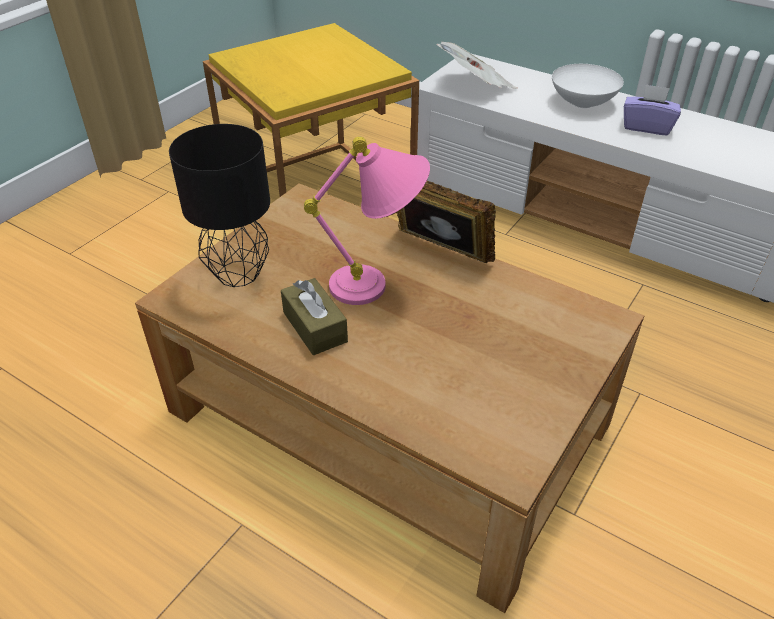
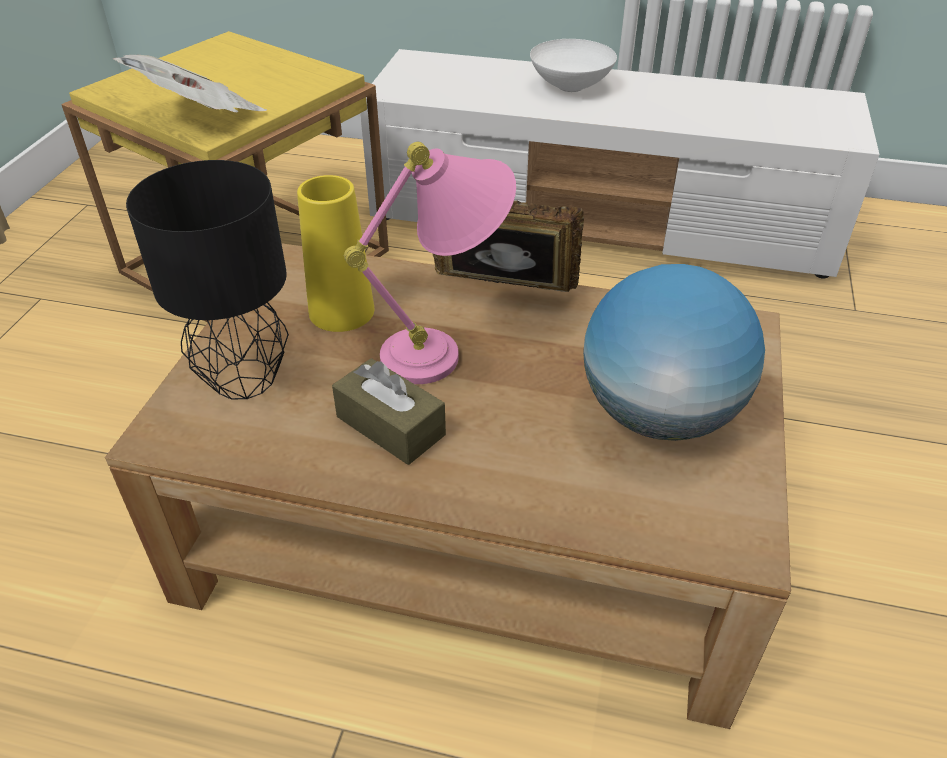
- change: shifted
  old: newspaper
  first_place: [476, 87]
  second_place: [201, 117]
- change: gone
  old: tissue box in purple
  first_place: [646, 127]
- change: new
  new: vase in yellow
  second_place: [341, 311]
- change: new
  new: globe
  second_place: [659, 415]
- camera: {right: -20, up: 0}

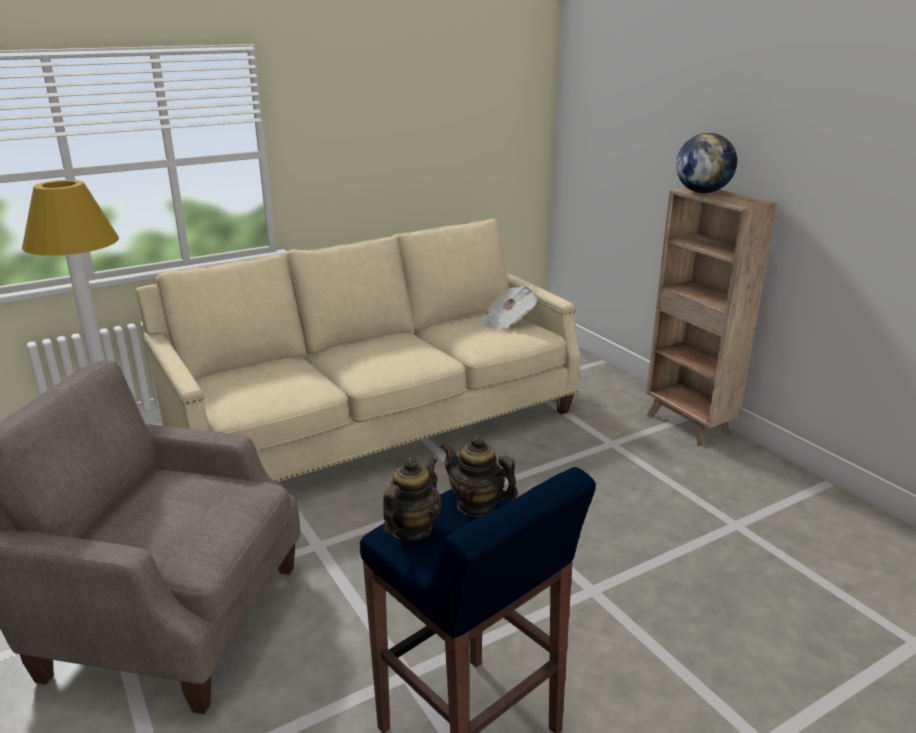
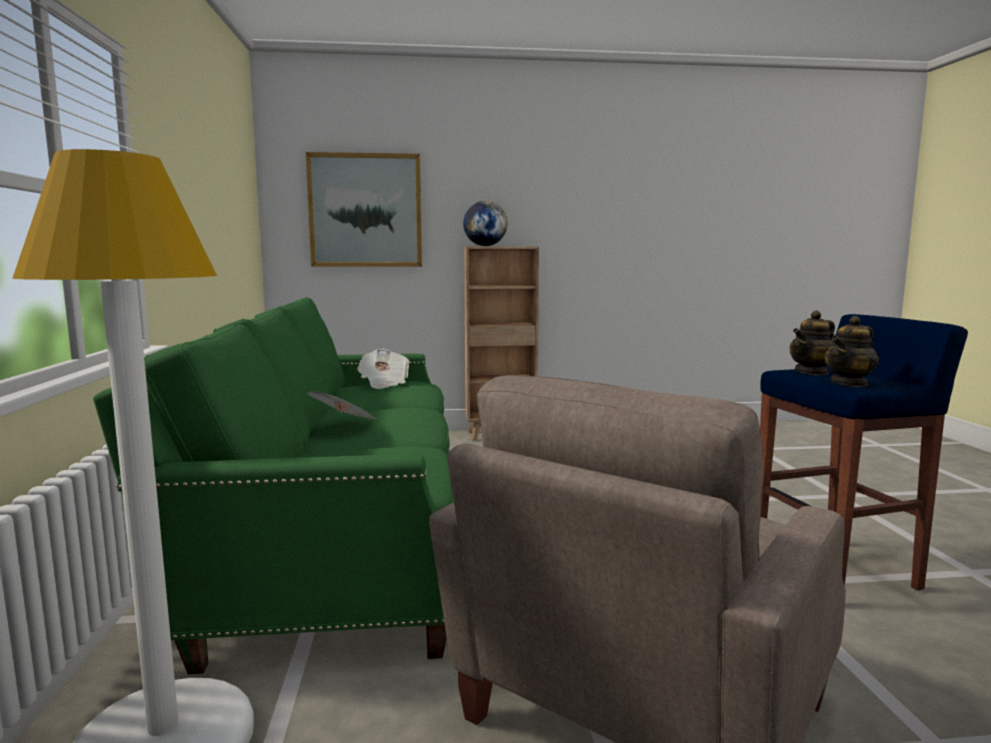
- change: repainted
  old: sofa in beige
  new: sofa in green
  first_place: [376, 425]
  second_place: [340, 528]
- change: rotated
  old: teapot
  first_place: [411, 529]
  second_place: [849, 383]
  degrees: -90
- change: new
  new: picture
  second_place: [365, 211]
- change: new
  new: newspaper
  second_place: [344, 425]
- camera: {right: -65, up: -15}

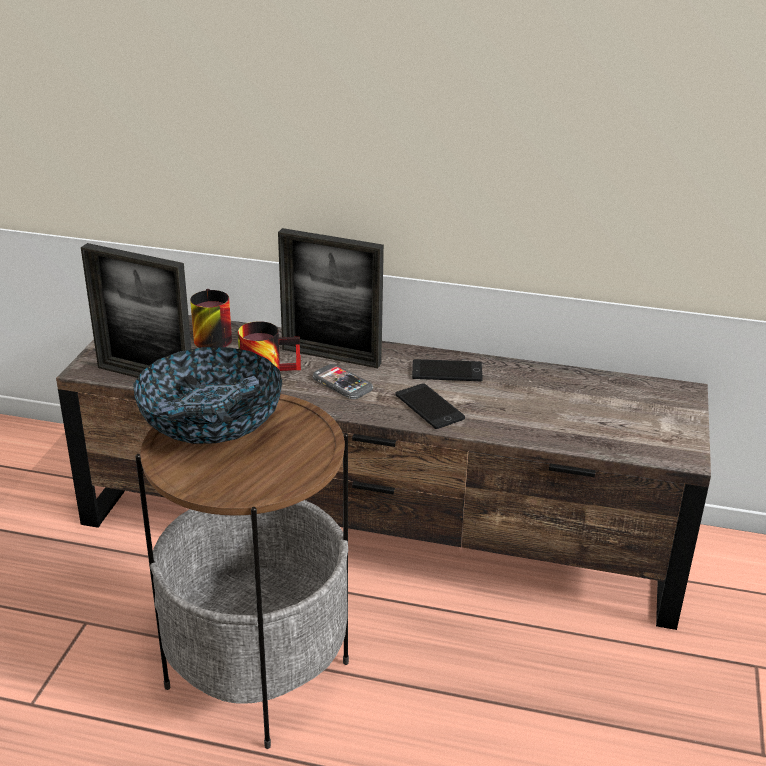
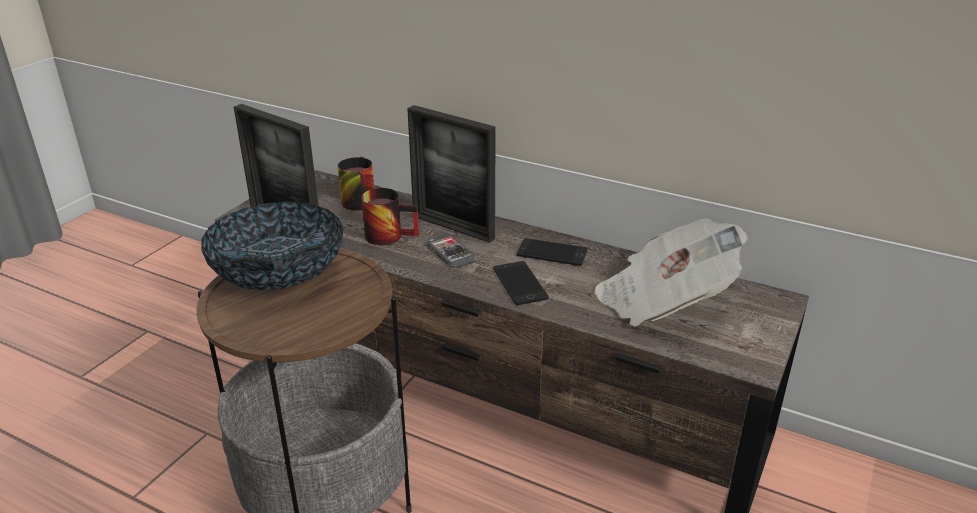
- change: new
  new: newspaper
  second_place: [663, 301]
- camera: {right: 15, up: 0}

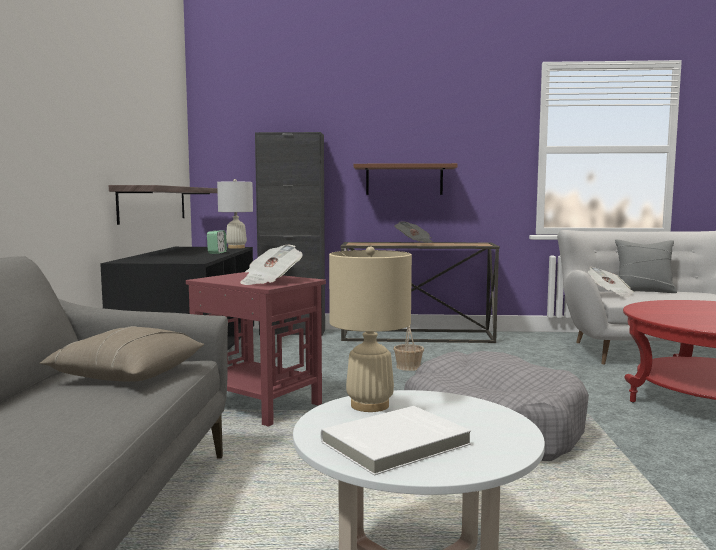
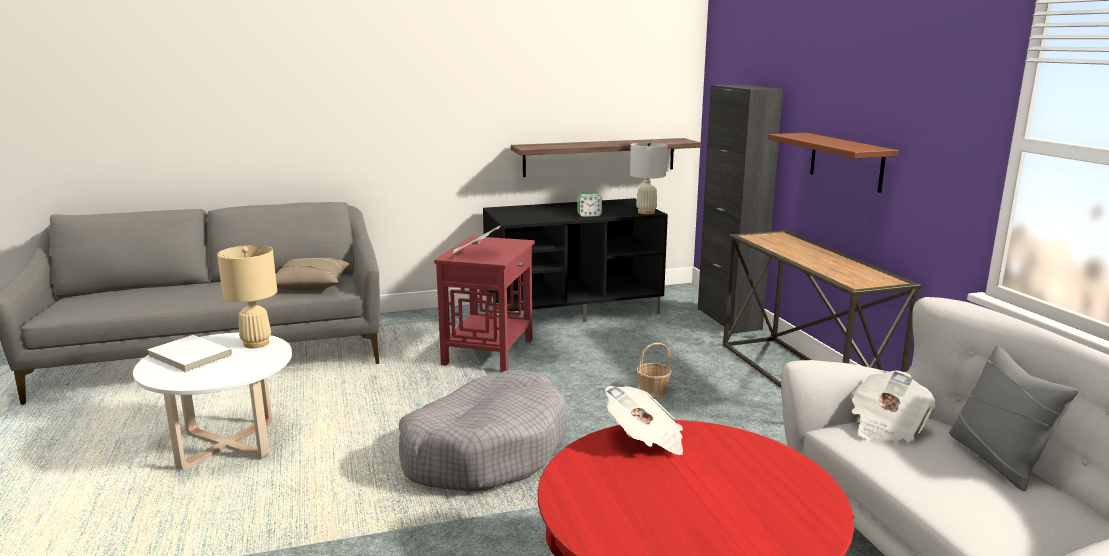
- change: shifted
  old: newspaper
  first_place: [415, 243]
  second_place: [645, 439]
- camera: {right: 70, up: 10}

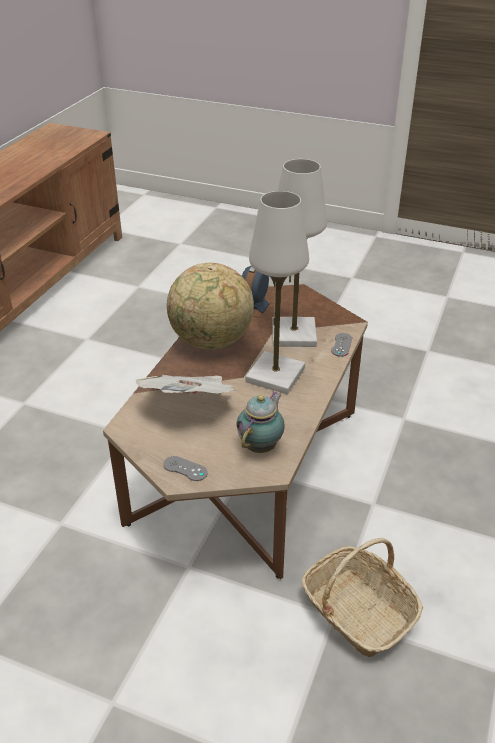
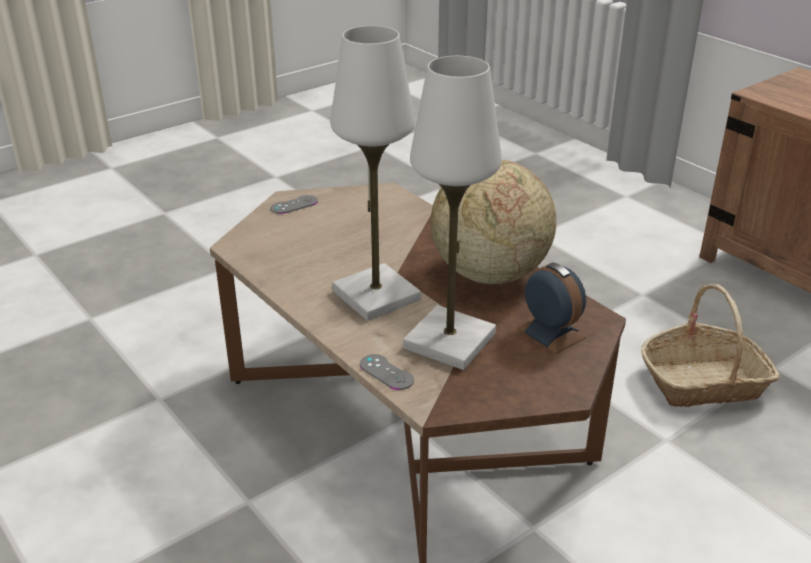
- change: gone
  old: newspaper
  first_place: [190, 404]
- change: gone
  old: teapot
  first_place: [261, 445]
- change: shifted
  old: basket
  first_place: [357, 611]
  second_place: [704, 382]
- camera: {right: 120, up: -5}

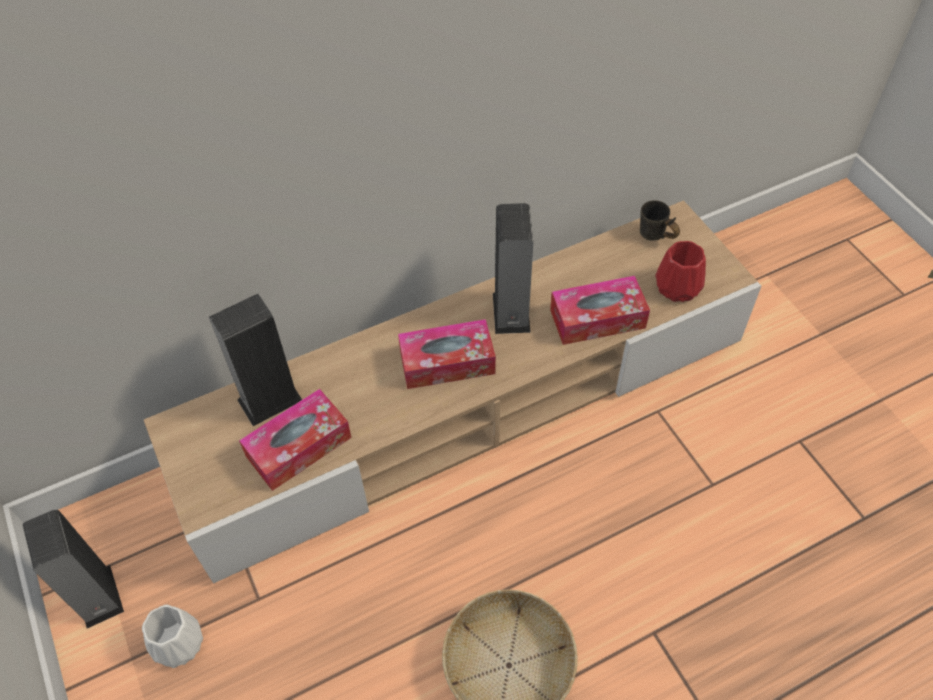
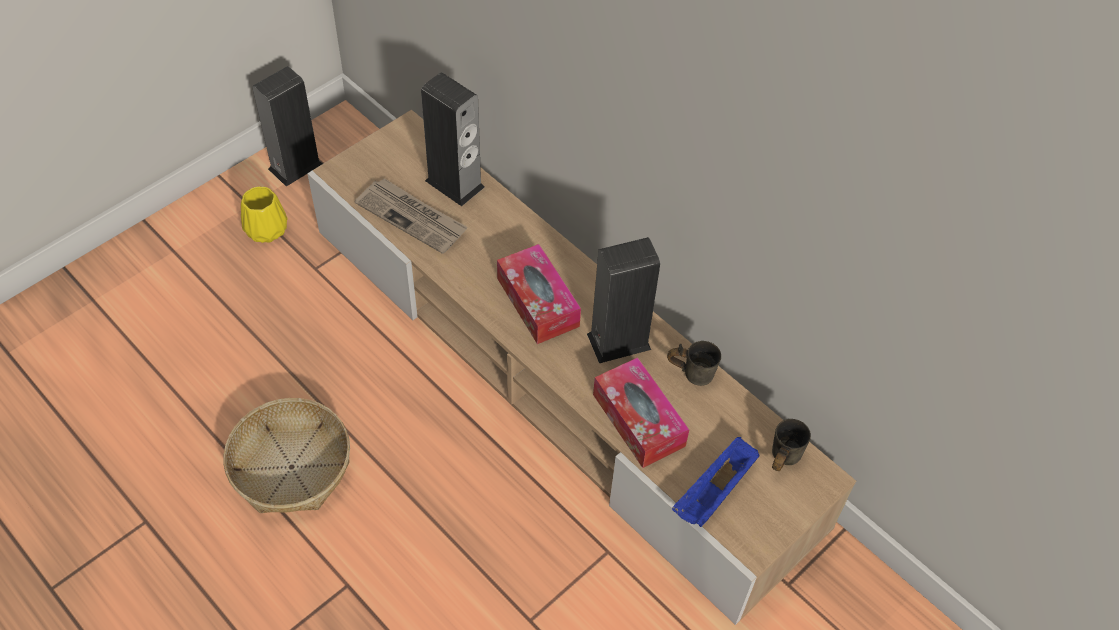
- change: swapped
  old: vase in red
  new: tray in blue
  first_place: [678, 287]
  second_place: [714, 492]
- change: swapped
  old: tissue box
  new: newspaper
  first_place: [299, 447]
  second_place: [412, 217]
- change: repainted
  old: vase in white
  new: vase in yellow
  first_place: [178, 642]
  second_place: [267, 229]
- change: new
  new: mug in grey
  second_place: [692, 371]
- camera: {right: 70, up: 0}

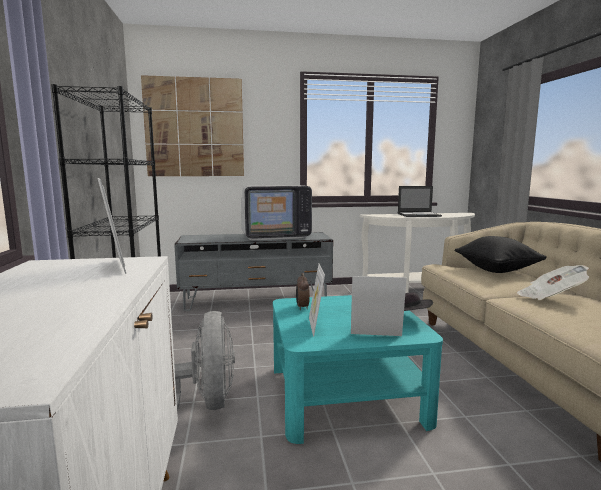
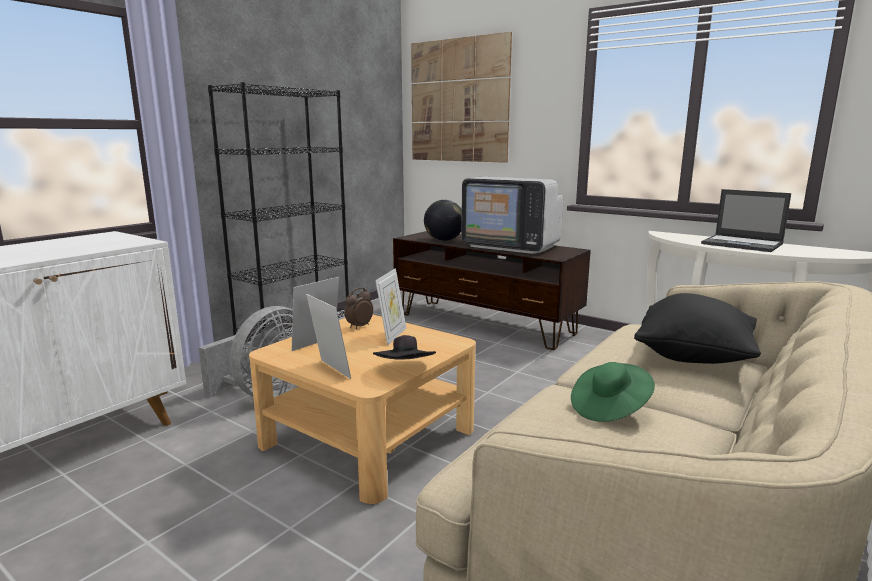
- change: shifted
  old: picture frame
  first_place: [114, 266]
  second_place: [392, 336]
- change: repainted
  old: tv stand in grey
  new: tv stand in brown
  first_place: [256, 300]
  second_place: [485, 324]
- change: swapped
  old: newspaper
  new: hat in green
  first_place: [550, 297]
  second_place: [609, 408]
- change: repainted
  old: coffee table in turquoise
  new: coffee table in beige
  first_place: [346, 394]
  second_place: [368, 437]
- change: new
  new: globe
  second_place: [444, 240]
- camera: {right: 45, up: 5}

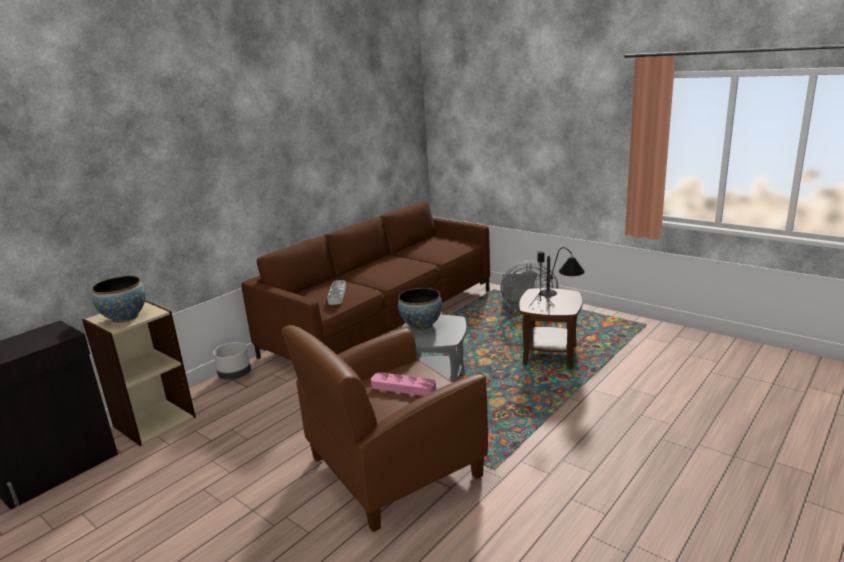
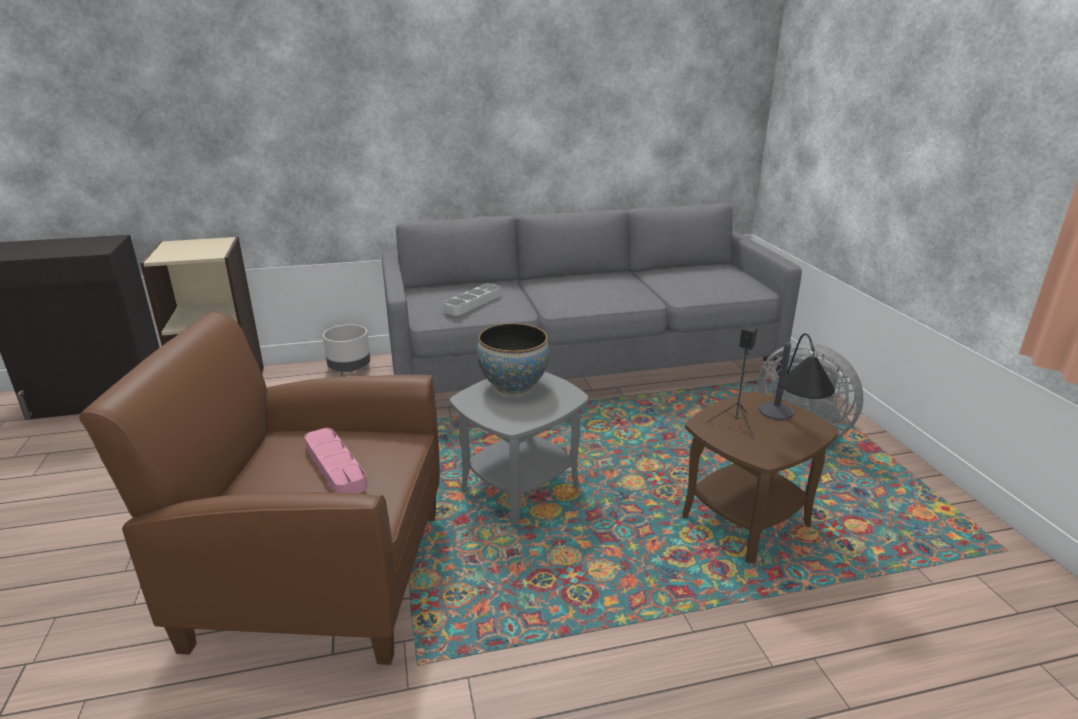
- change: repainted
  old: sofa in brown
  new: sofa in grey
  first_place: [384, 321]
  second_place: [582, 366]
- change: gone
  old: bowl
  first_place: [125, 318]
- camera: {right: 35, up: 5}

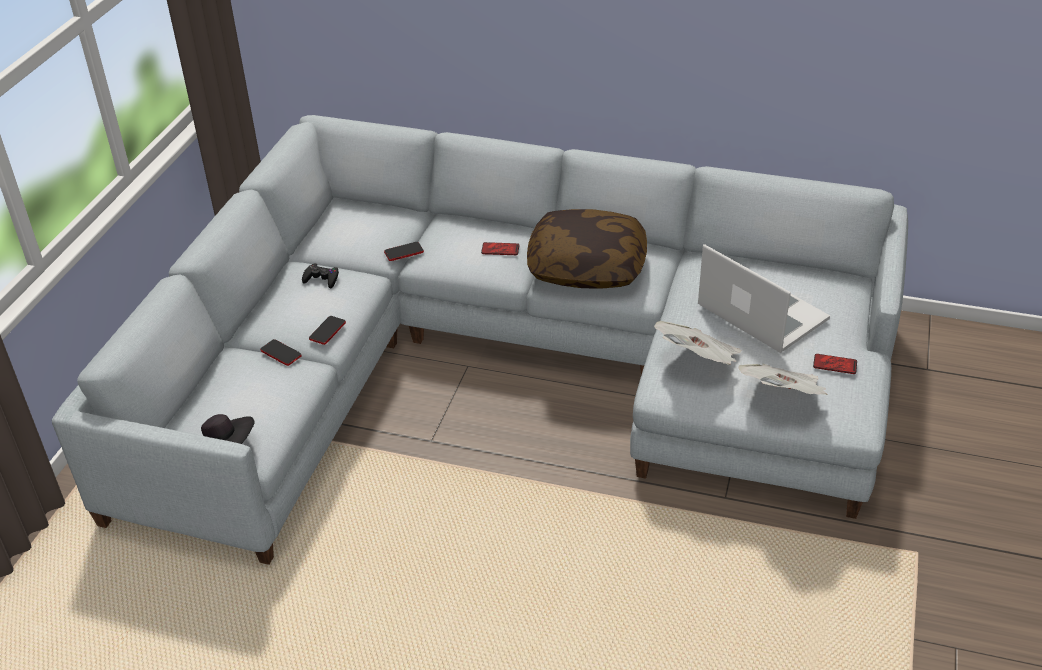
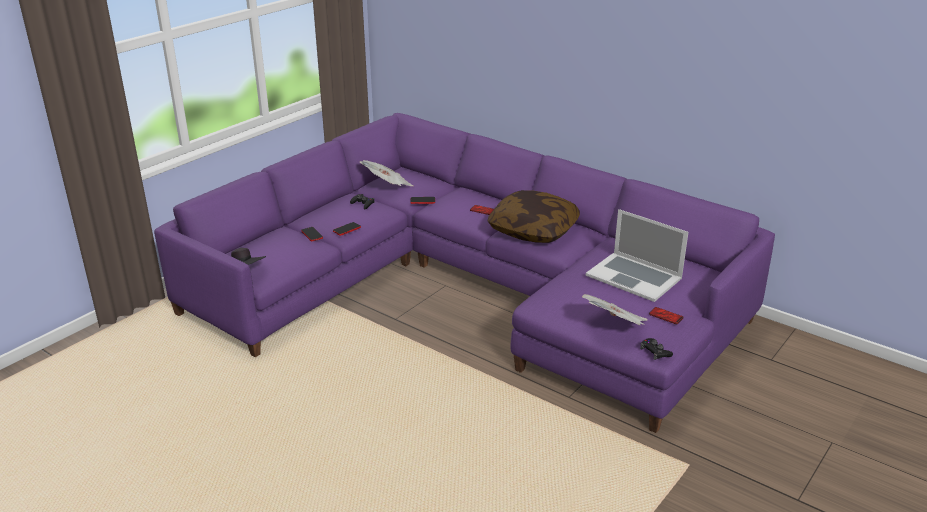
- change: repainted
  old: sofa in grey
  new: sofa in purple
  first_place: [506, 364]
  second_place: [471, 290]
- change: rotated
  old: laptop
  first_place: [761, 312]
  second_place: [634, 276]
  degrees: 150
- change: shifted
  old: newspaper
  first_place: [698, 360]
  second_place: [387, 186]
- change: new
  new: game controller in black
  second_place: [655, 352]
- camera: {right: 20, up: -10}

